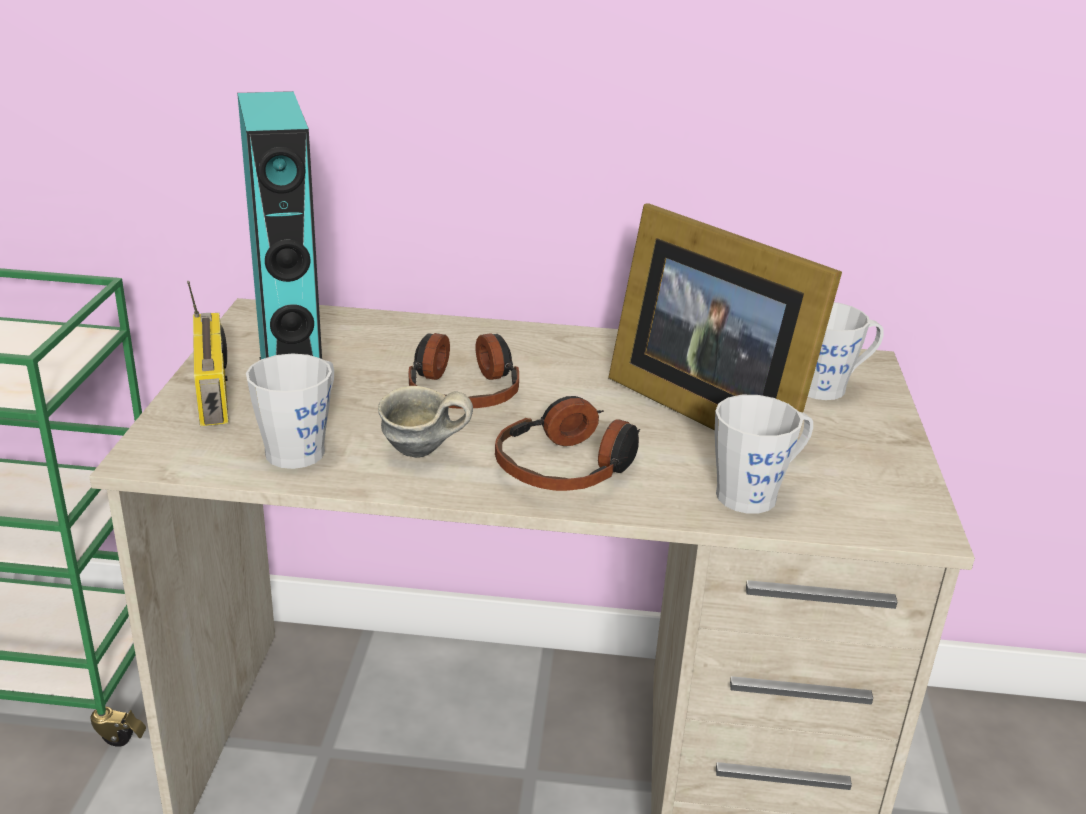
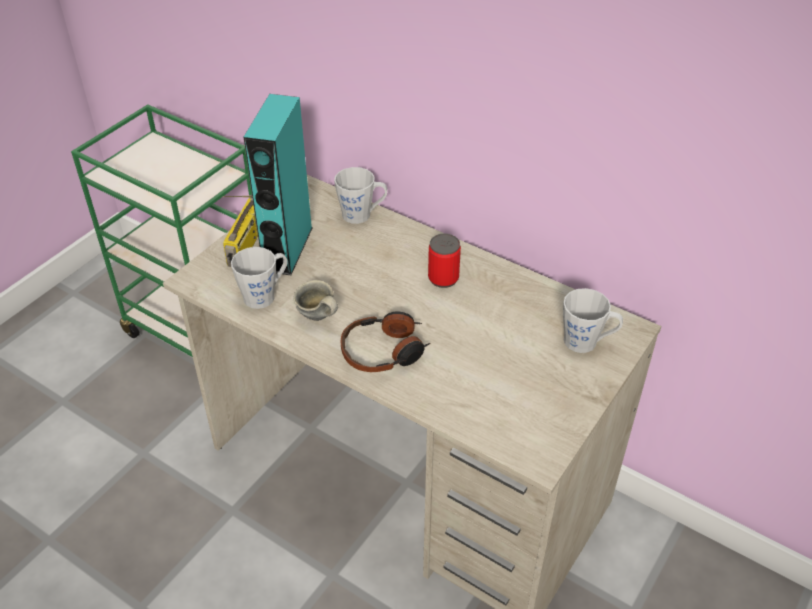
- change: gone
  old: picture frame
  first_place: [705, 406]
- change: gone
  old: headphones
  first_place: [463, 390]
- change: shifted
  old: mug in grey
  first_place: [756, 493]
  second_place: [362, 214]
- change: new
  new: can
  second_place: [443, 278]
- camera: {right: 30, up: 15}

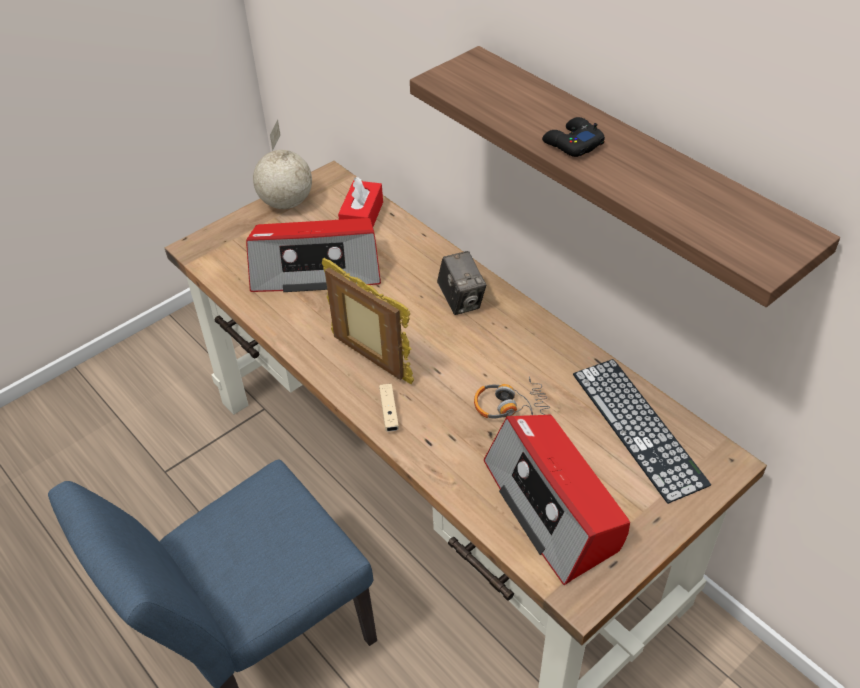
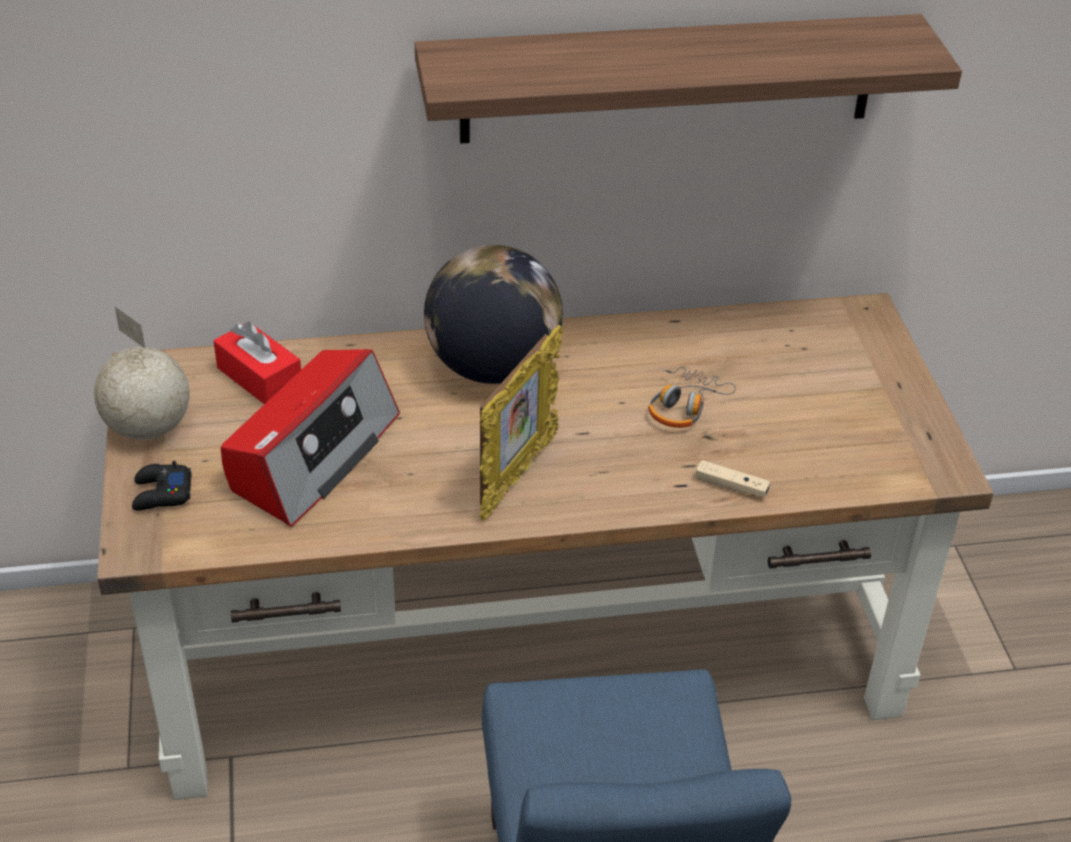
- change: shifted
  old: game controller in black
  first_place: [572, 144]
  second_place: [161, 494]
- change: swapped
  old: photo camera
  new: globe
  first_place: [461, 300]
  second_place: [493, 367]
- change: rotated
  old: picture frame
  first_place: [370, 360]
  second_place: [517, 476]
  degrees: 135
- change: gone
  old: keyboard
  first_place: [638, 427]
- change: shifted
  old: game controller in beige
  first_place: [389, 412]
  second_place: [731, 486]
- change: gone
  old: radio
  first_place: [553, 507]
- camera: {right: -60, up: -5}

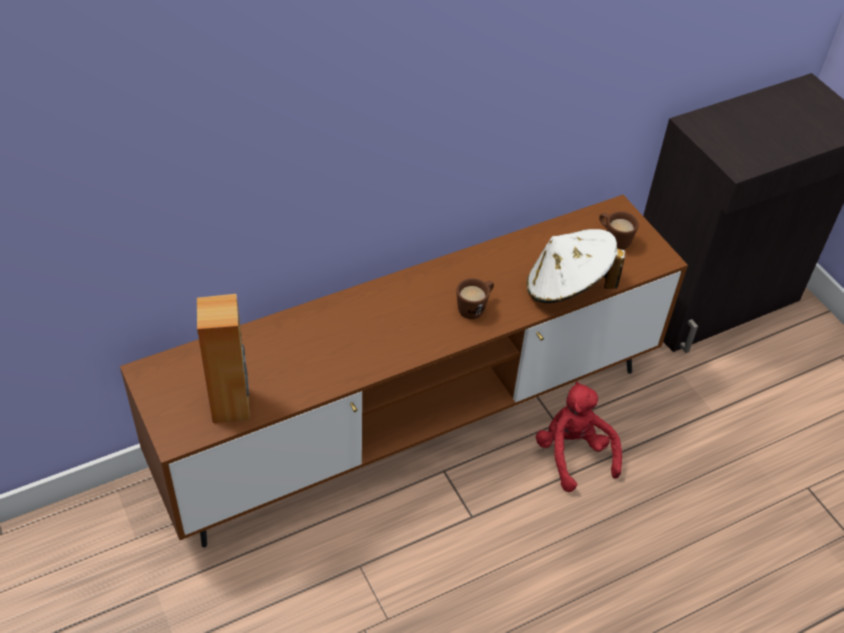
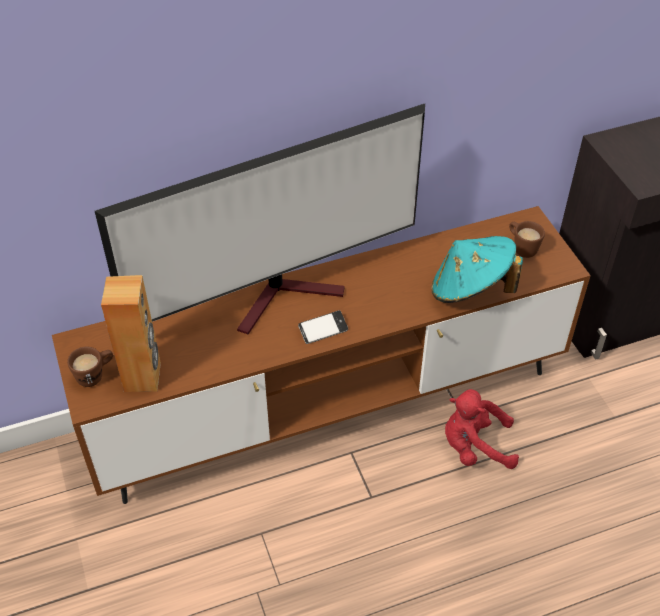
- change: repainted
  old: hat in white
  new: hat in turquoise
  first_place: [567, 287]
  second_place: [470, 290]
- change: shifted
  old: mug in brown
  first_place: [475, 308]
  second_place: [95, 375]
- change: rotated
  old: plush toy in red
  first_place: [573, 454]
  second_place: [475, 446]
  degrees: -75
- change: new
  new: television
  second_place: [286, 296]
- change: new
  new: phone
  second_place: [323, 330]
- camera: {right: 10, up: 0}

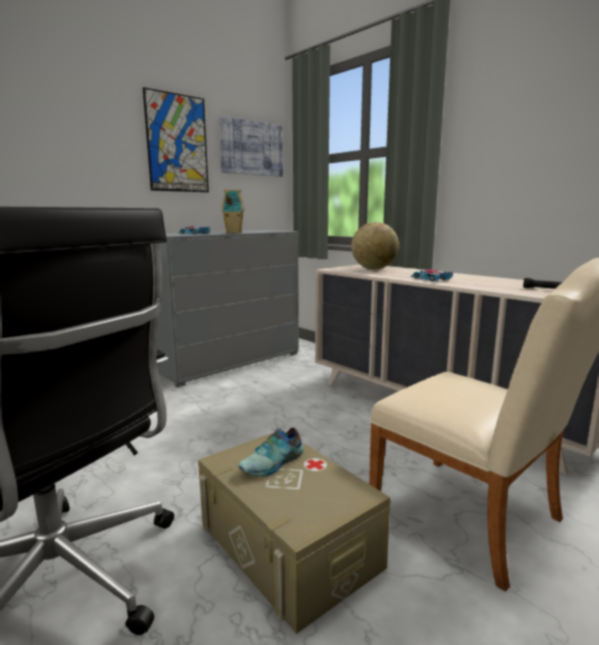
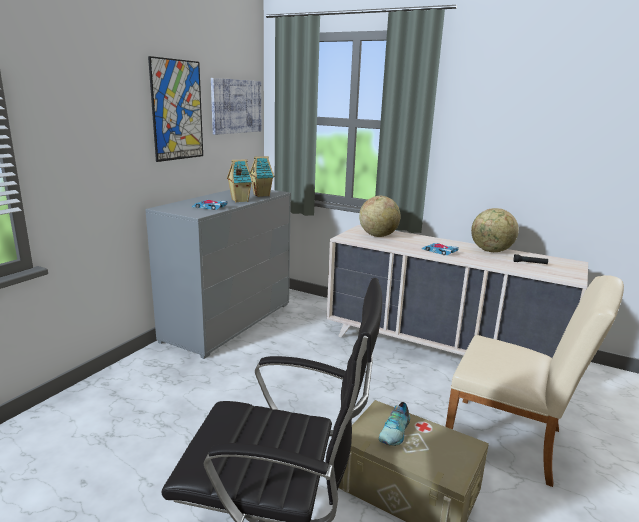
- change: new
  new: toy house
  second_place: [262, 195]
- change: new
  new: globe
  second_place: [491, 251]
- camera: {right: -20, up: 5}

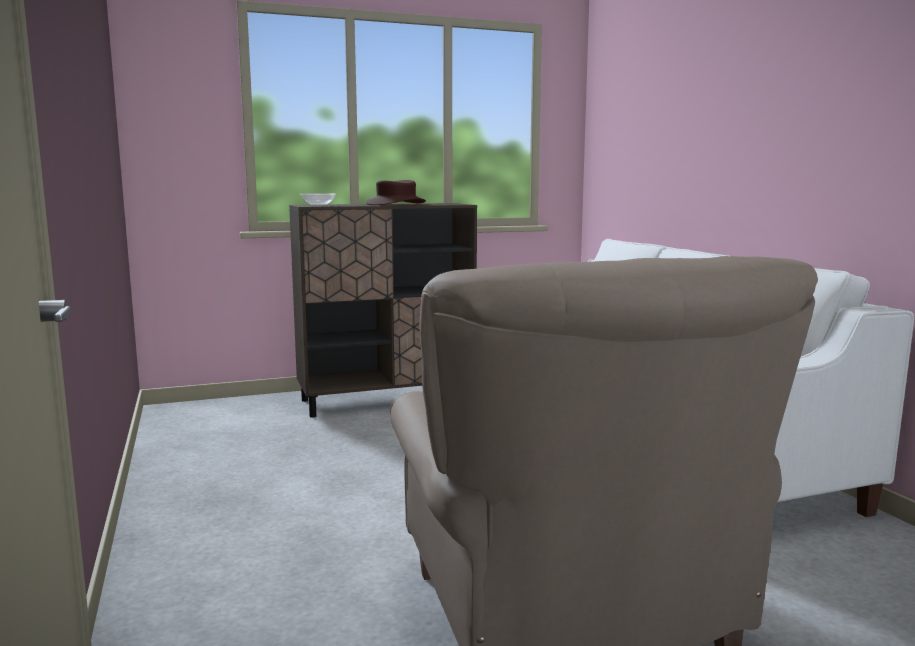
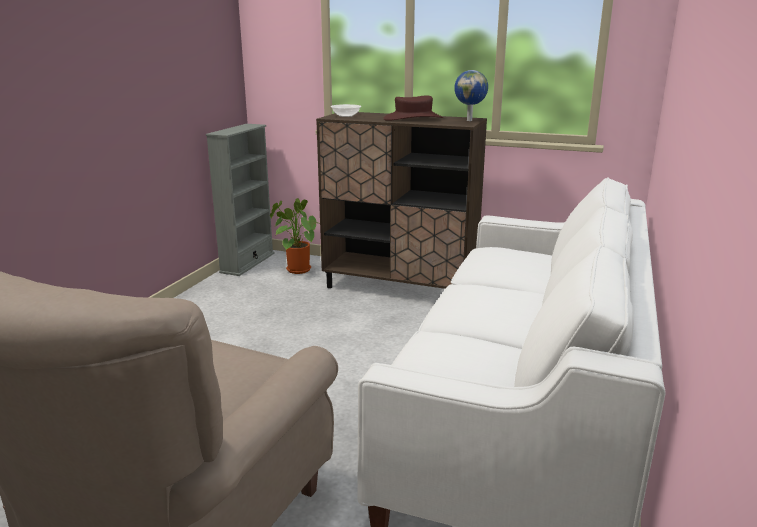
- change: new
  new: globe
  second_place: [469, 120]
- change: new
  new: bookcase in grey
  second_place: [247, 263]
- change: new
  new: potted plant
  second_place: [296, 269]
- camera: {right: 40, up: 10}

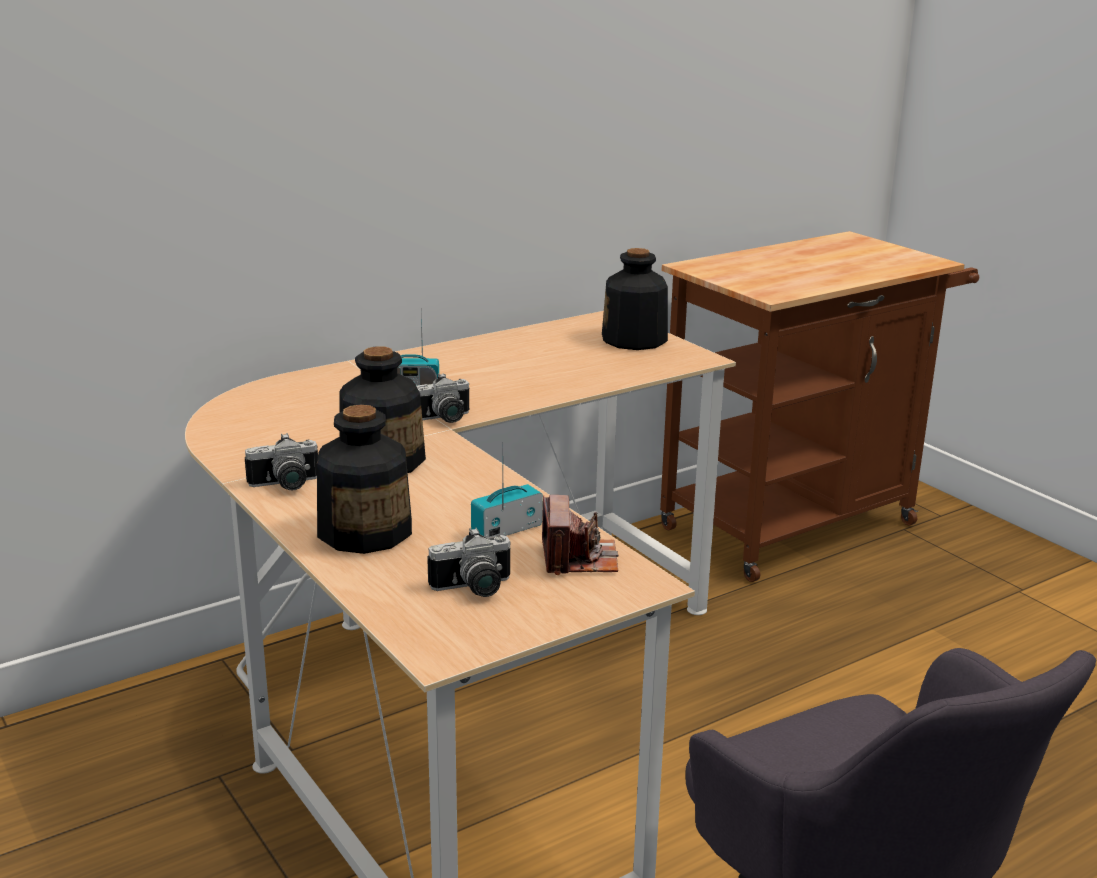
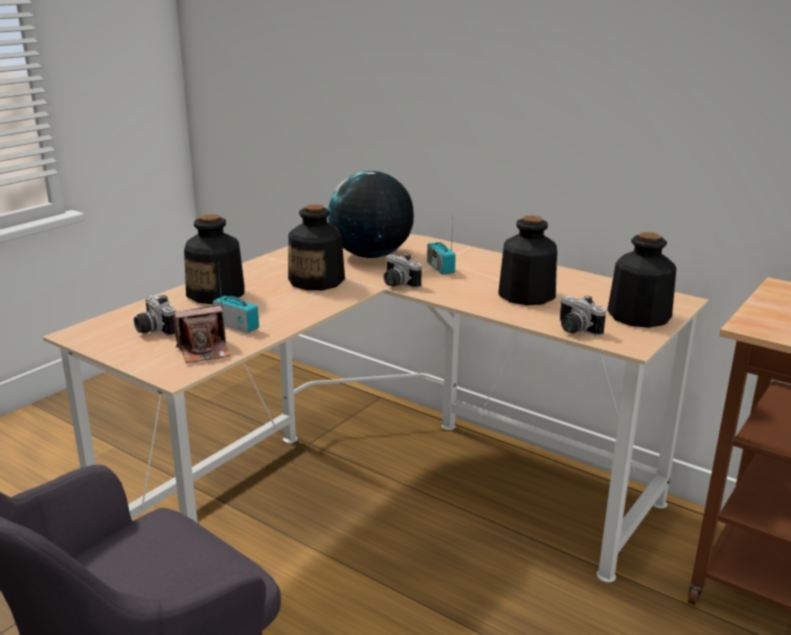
- change: shifted
  old: photo camera
  first_place: [285, 485]
  second_place: [574, 330]
- change: new
  new: globe
  second_place: [371, 255]
- change: new
  new: bottle
  second_place: [525, 295]
- camera: {right: 70, up: 0}

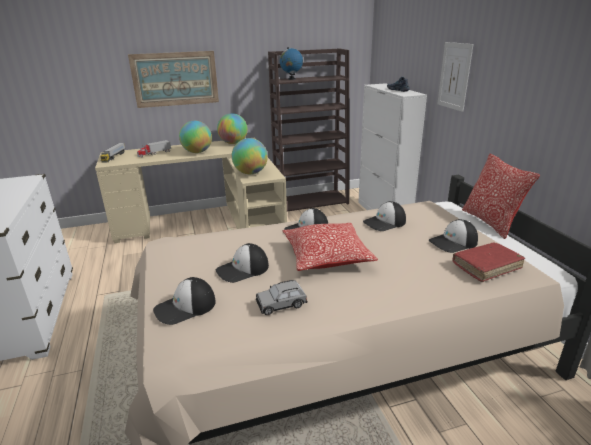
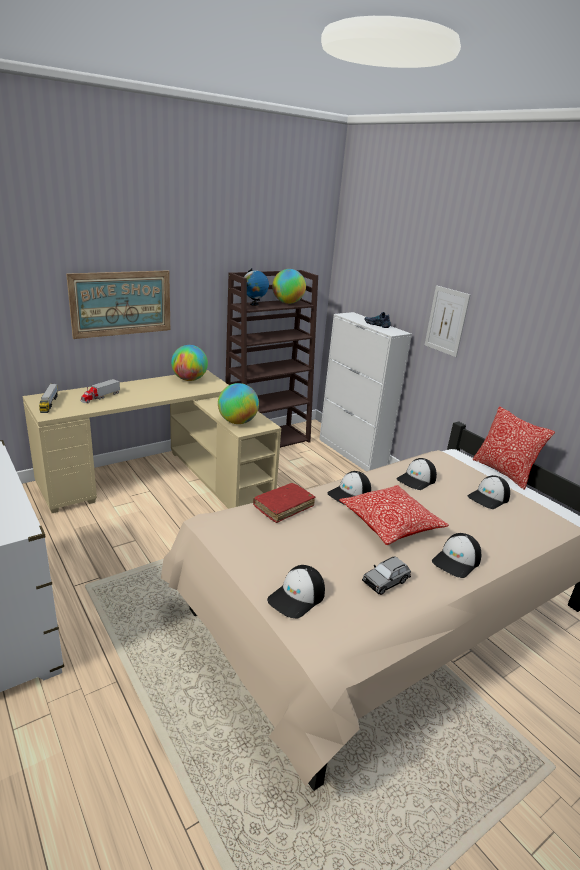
- change: shifted
  old: globe
  first_place: [197, 152]
  second_place: [287, 303]
- change: shifted
  old: cap
  first_place: [242, 269]
  second_place: [456, 561]
- change: shifted
  old: book in red
  first_place: [486, 266]
  second_place: [283, 507]
- camera: {right: -20, up: 0}

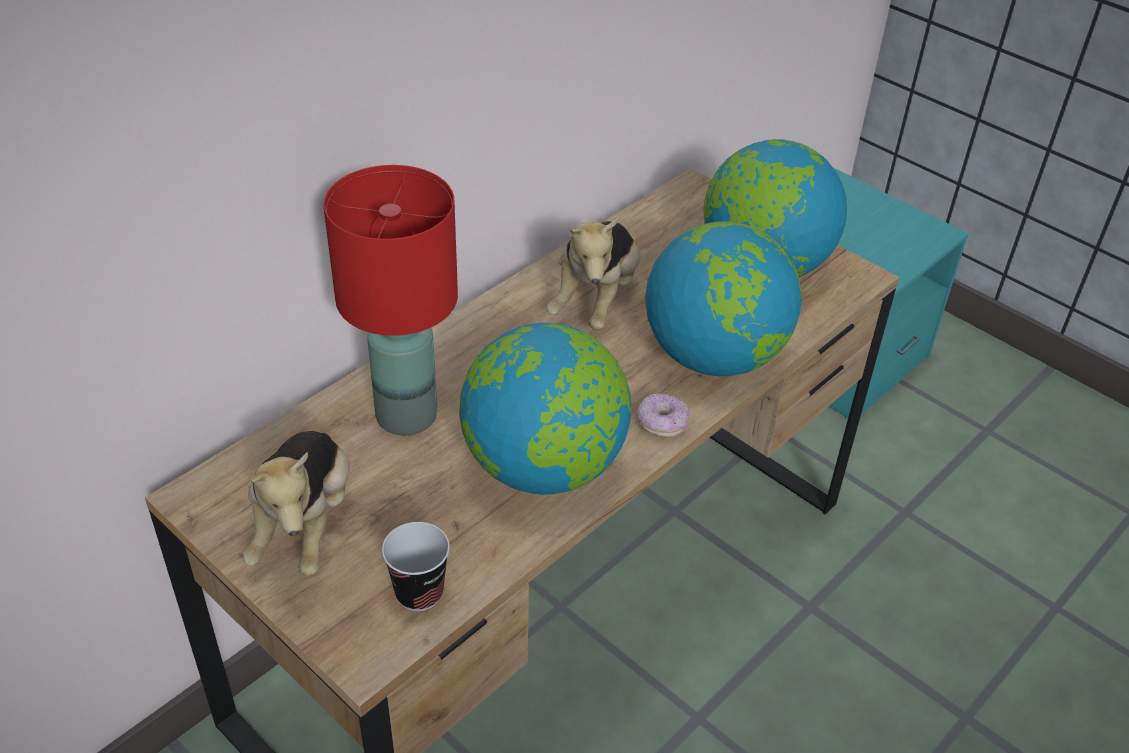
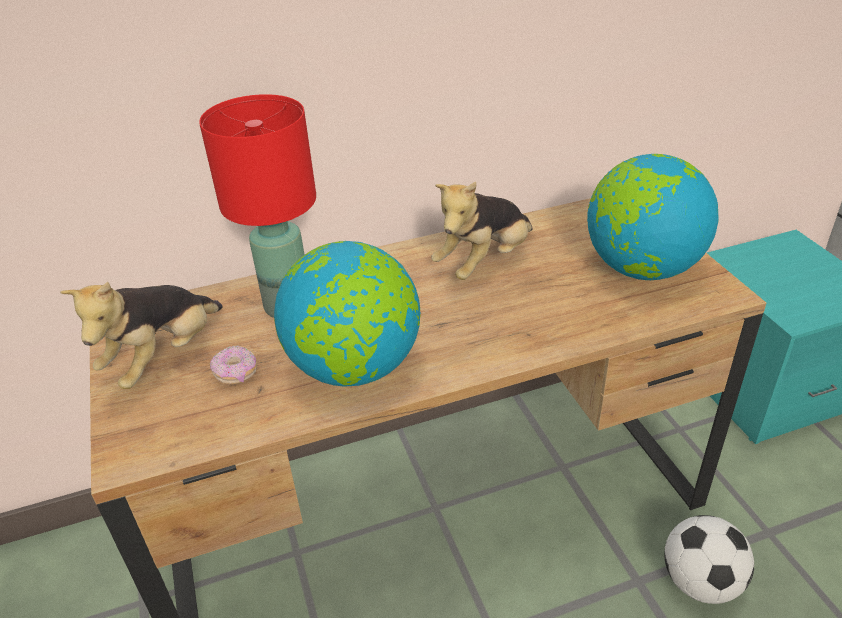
- change: gone
  old: globe
  first_place: [714, 356]
- change: shifted
  old: donut
  first_place: [662, 424]
  second_place: [236, 373]
- change: gone
  old: cup
  first_place: [419, 593]
- change: new
  new: football
  second_place: [700, 581]
- camera: {right: 30, up: -5}

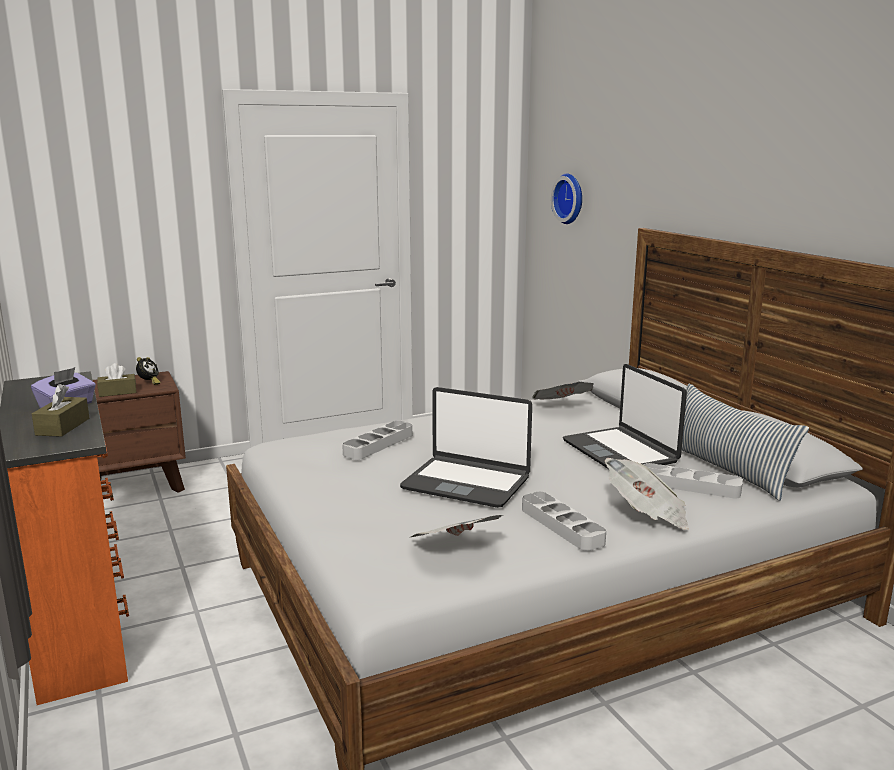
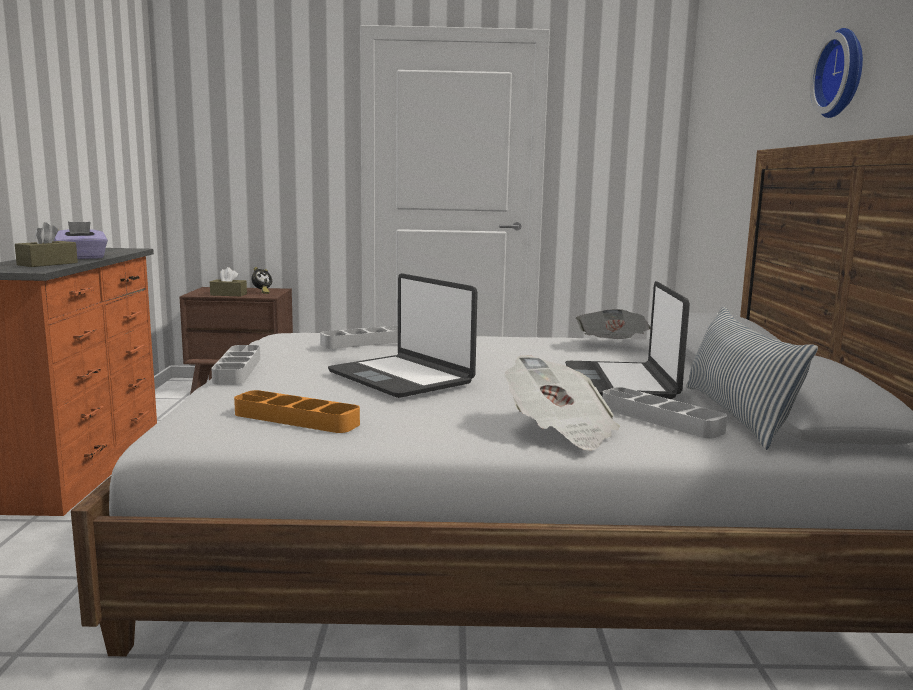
- change: shifted
  old: wall clock
  first_place: [570, 198]
  second_place: [843, 73]
- change: shifted
  old: tray in grey
  first_place: [561, 525]
  second_place: [237, 370]
- change: swapped
  old: newspaper
  new: tray in orange
  first_place: [455, 550]
  second_place: [296, 419]
- camera: {right: 25, up: -5}

